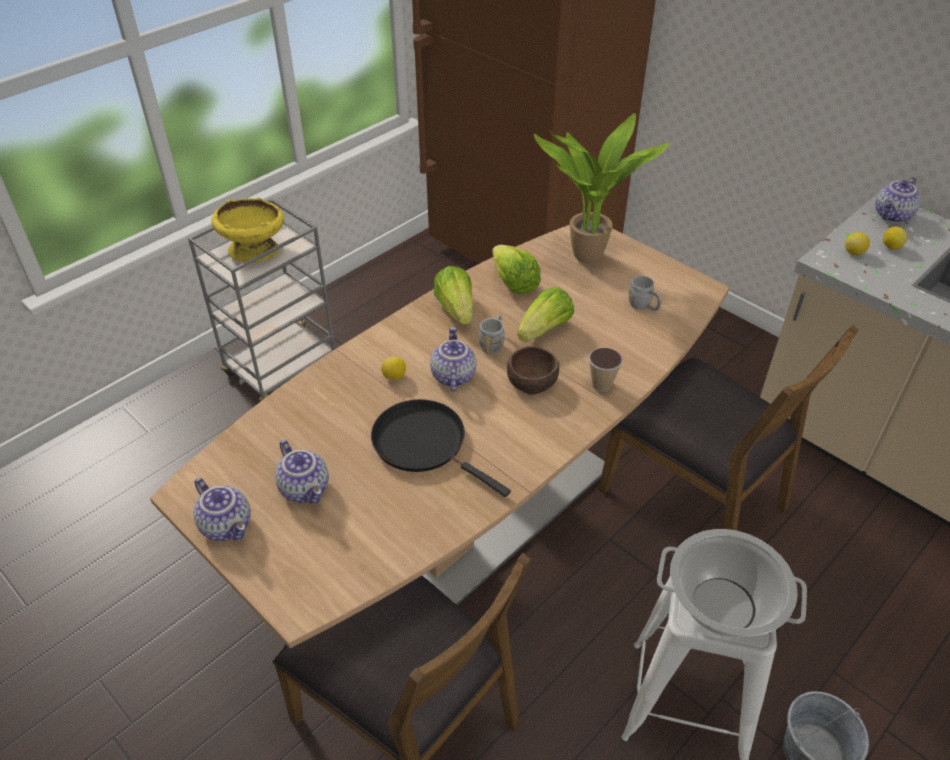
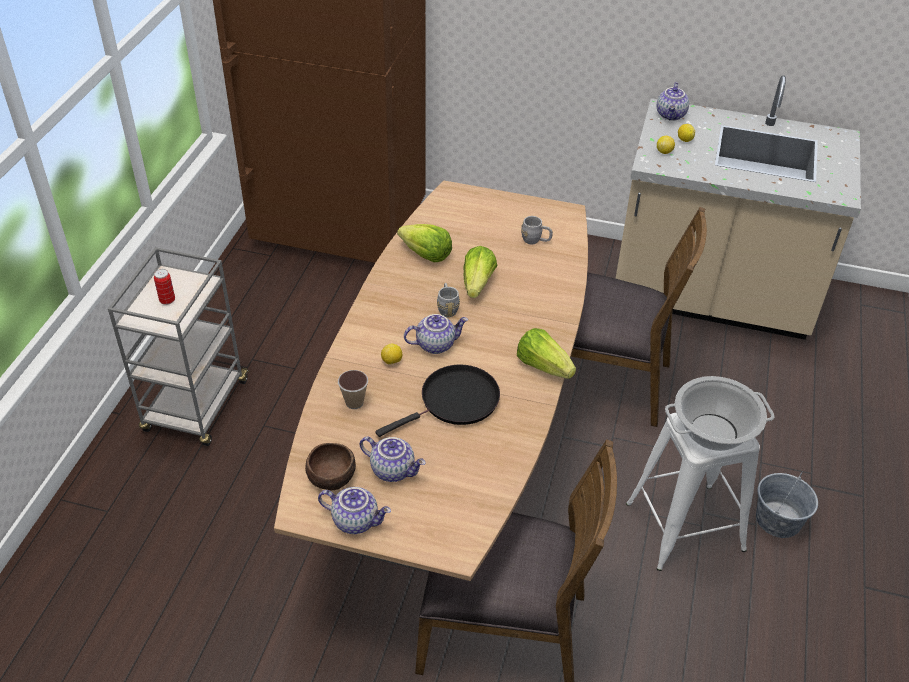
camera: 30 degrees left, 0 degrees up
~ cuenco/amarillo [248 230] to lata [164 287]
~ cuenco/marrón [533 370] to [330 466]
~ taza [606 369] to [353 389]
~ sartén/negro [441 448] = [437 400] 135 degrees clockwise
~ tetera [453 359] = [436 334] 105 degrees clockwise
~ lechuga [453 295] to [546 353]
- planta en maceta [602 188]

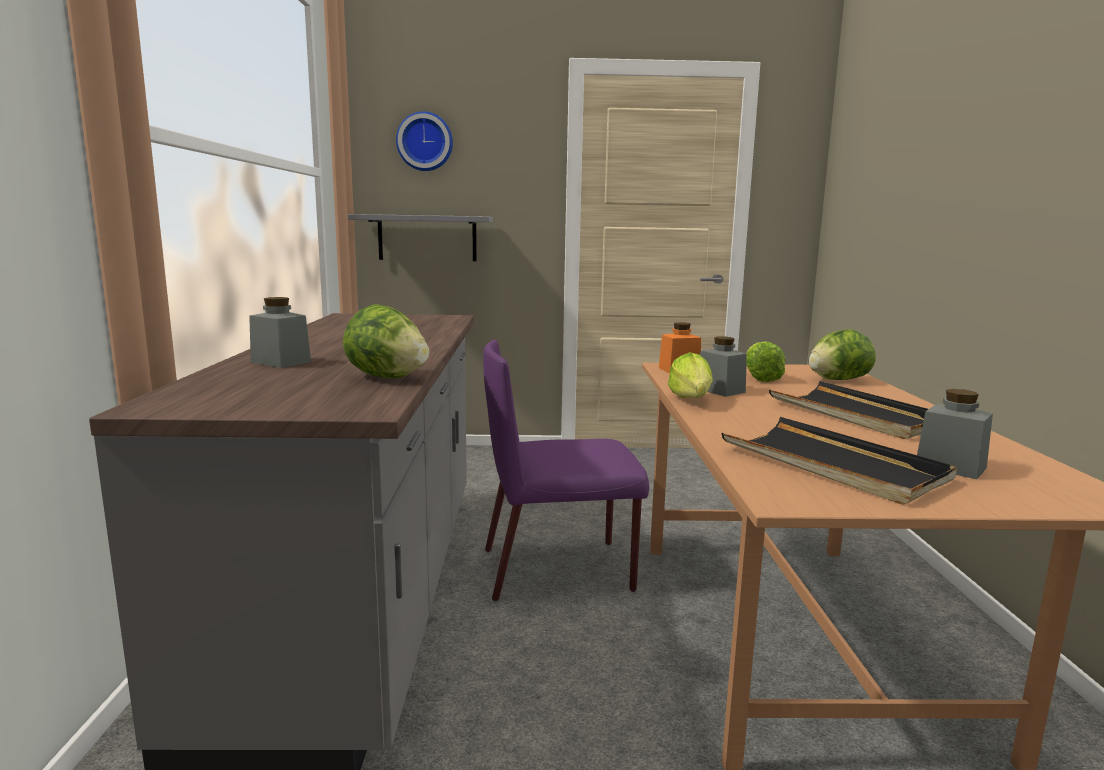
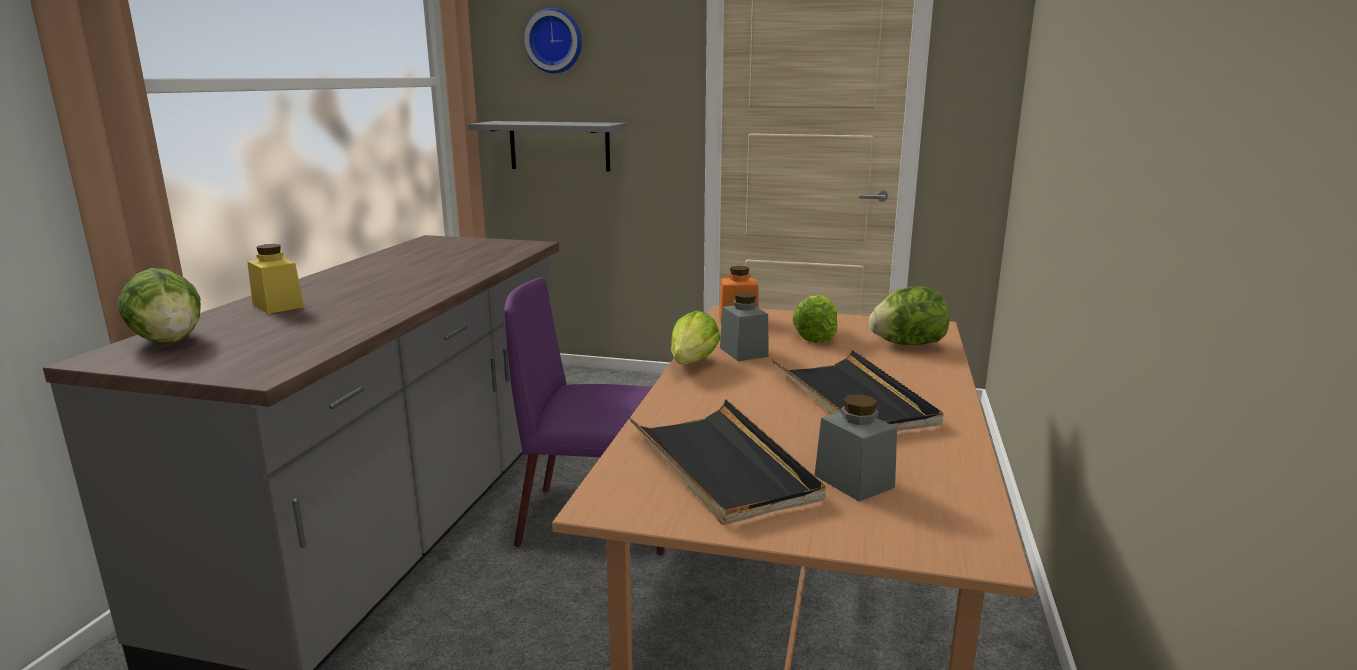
camera: 15 degrees right, 5 degrees up
~ lechuga [386 341] to [159 305]
~ tarro/gris [280 332] to tarro/amarillo [275 279]

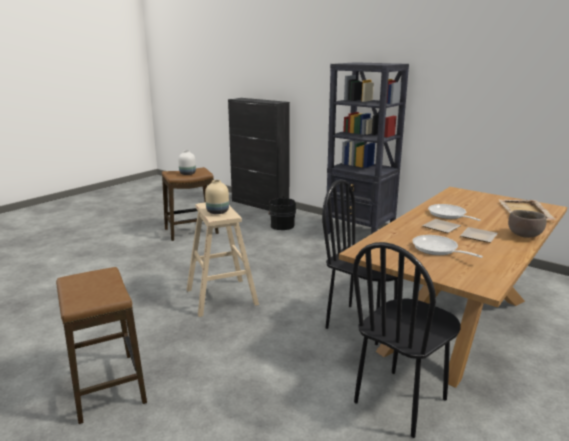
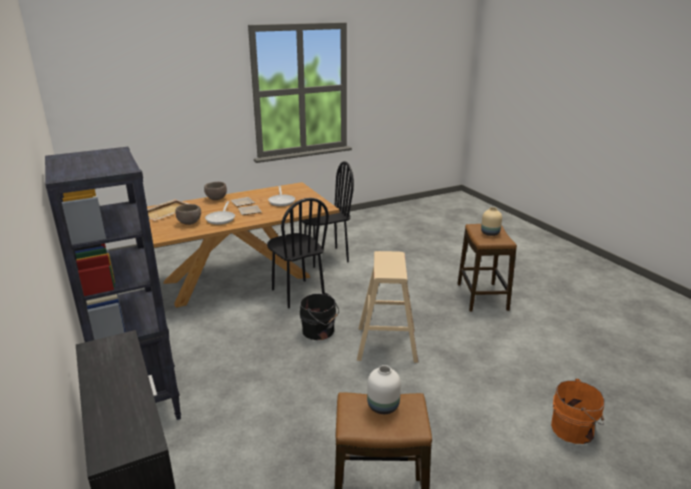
camera: 155 degrees left, 5 degrees up
+ cuenco/marrón [188 214]
~ cubo/negro [282 213] to [319 316]
~ florero/beis [217 197] to [491 221]
+ cubo/naranja [578 411]

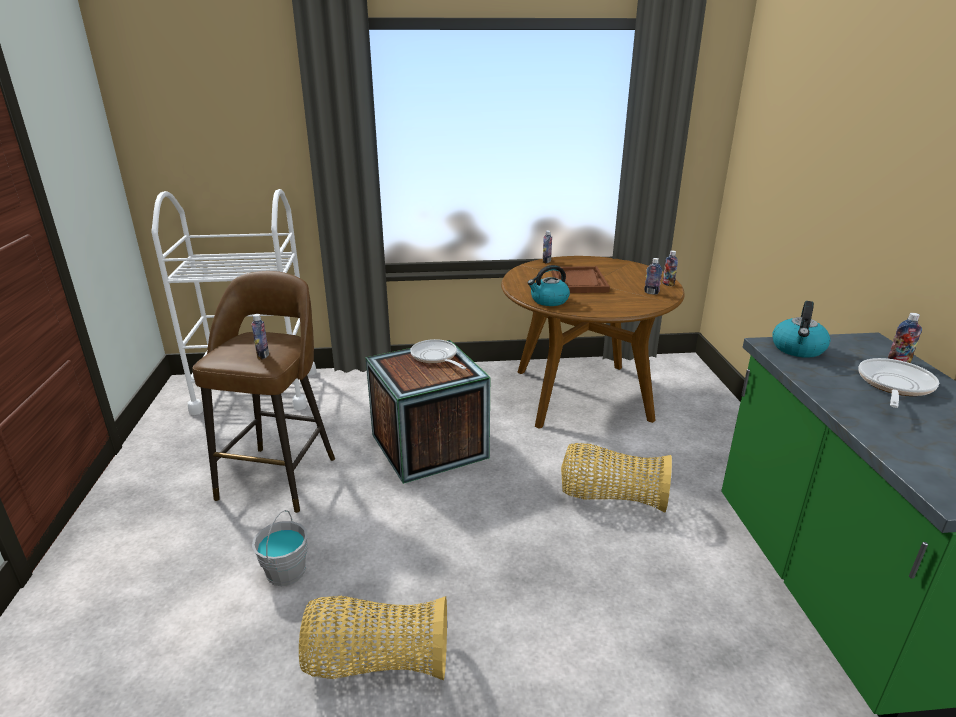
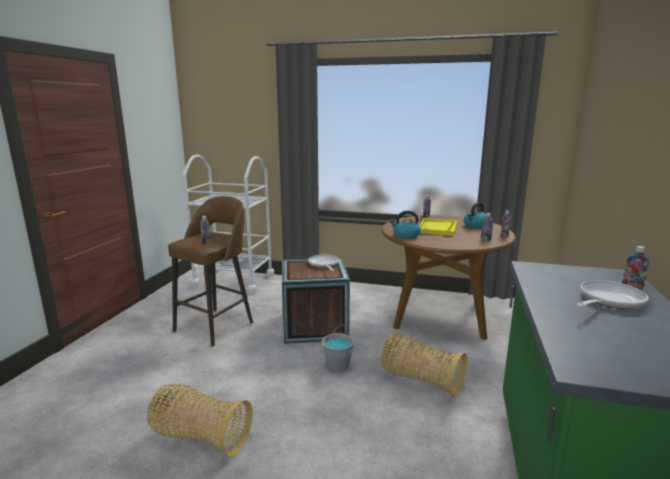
camera: 20 degrees right, 10 degrees down
~ cubo/gris [280 548] to [338 347]
~ bandeja/marrón [580 279] to bandeja/amarillo [438 227]
~ hervidor [801 329] to [475 215]

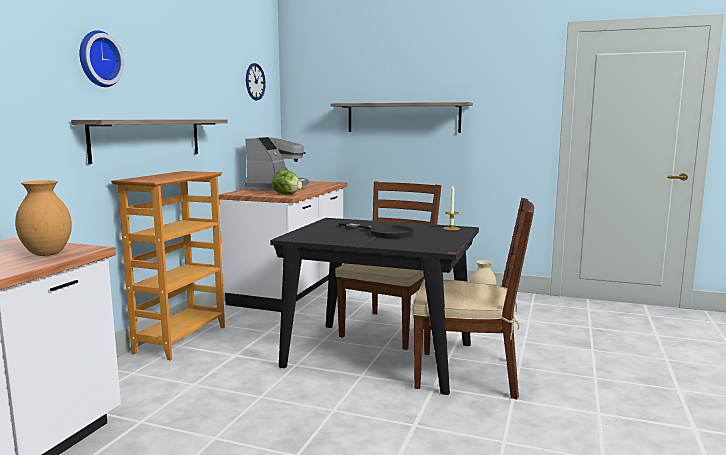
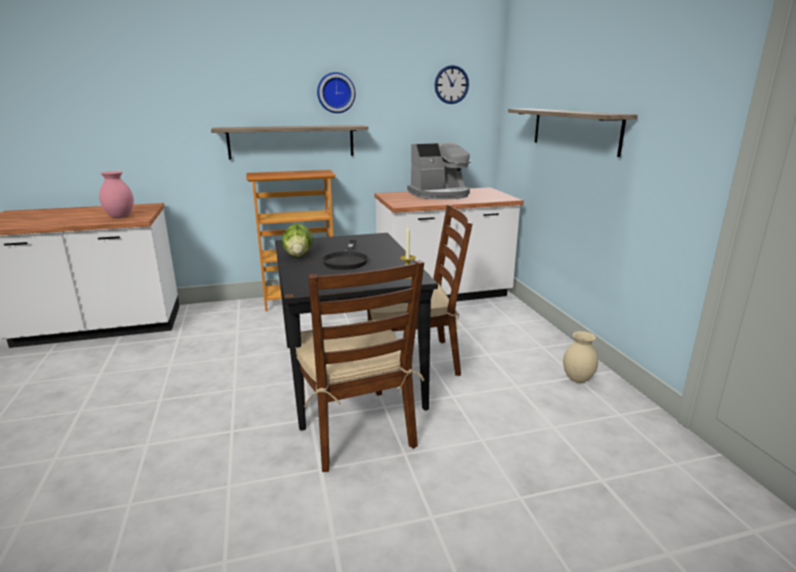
camera: 55 degrees right, 10 degrees up
~ florero/marrón [43 218] to florero/rosa [116 194]
~ lechuga [287 182] to [297 240]
~ reloj de pared [102 58] to [336 92]

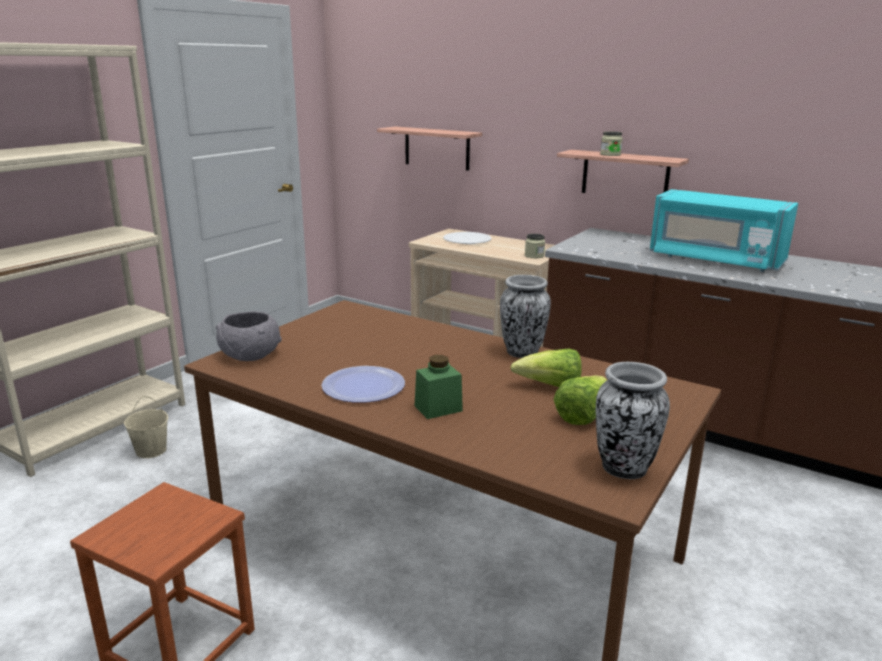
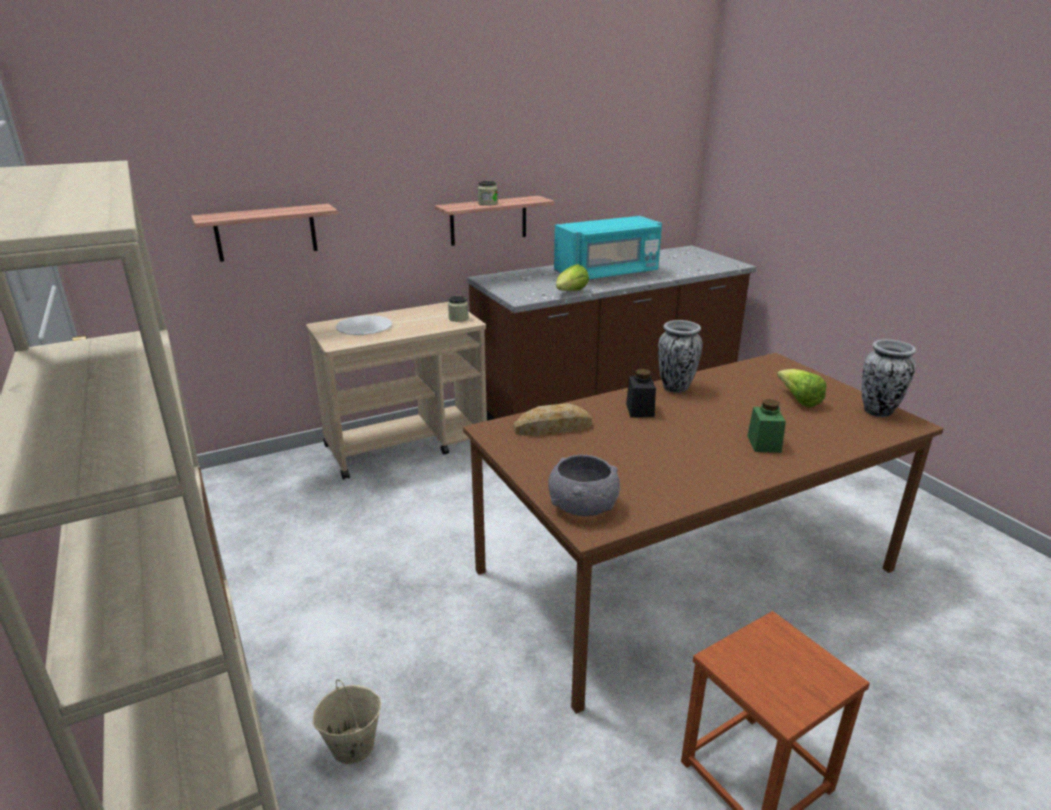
camera: 60 degrees left, 5 degrees up
+ pan [553 419]
~ lechuga [546 368] to [572 277]
+ tarro/negro [641 393]
- plato [363 384]

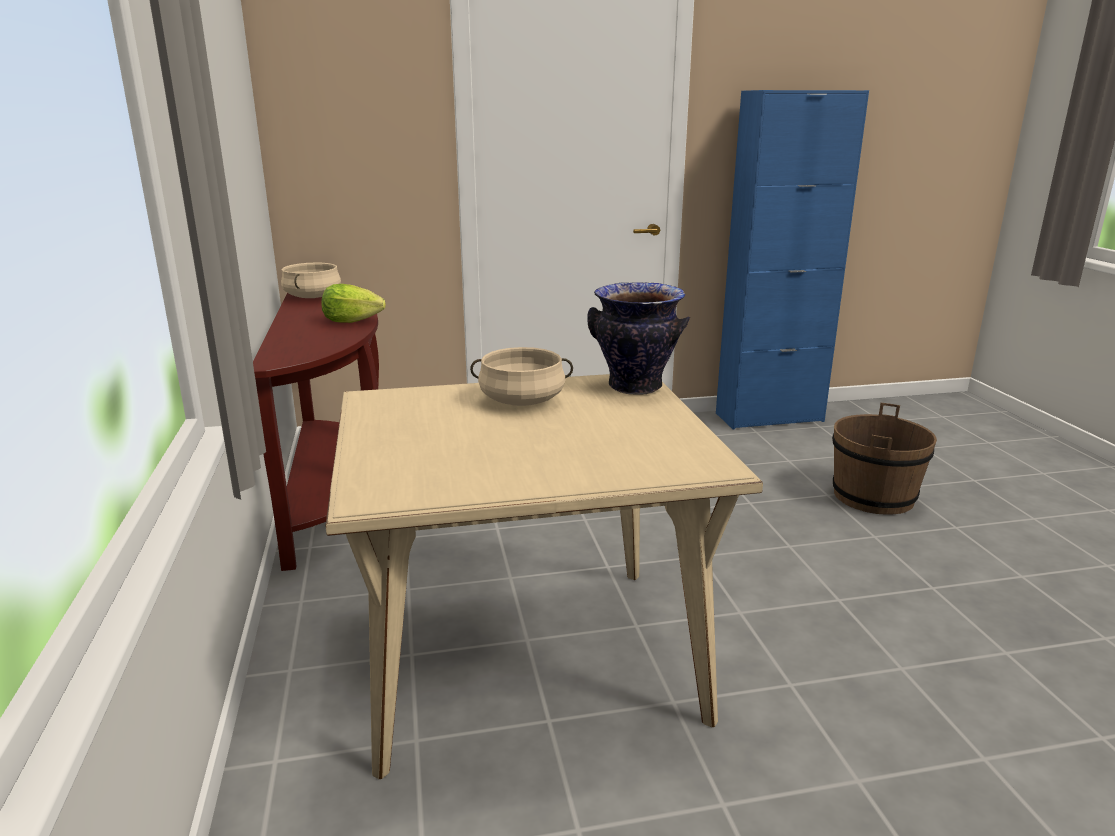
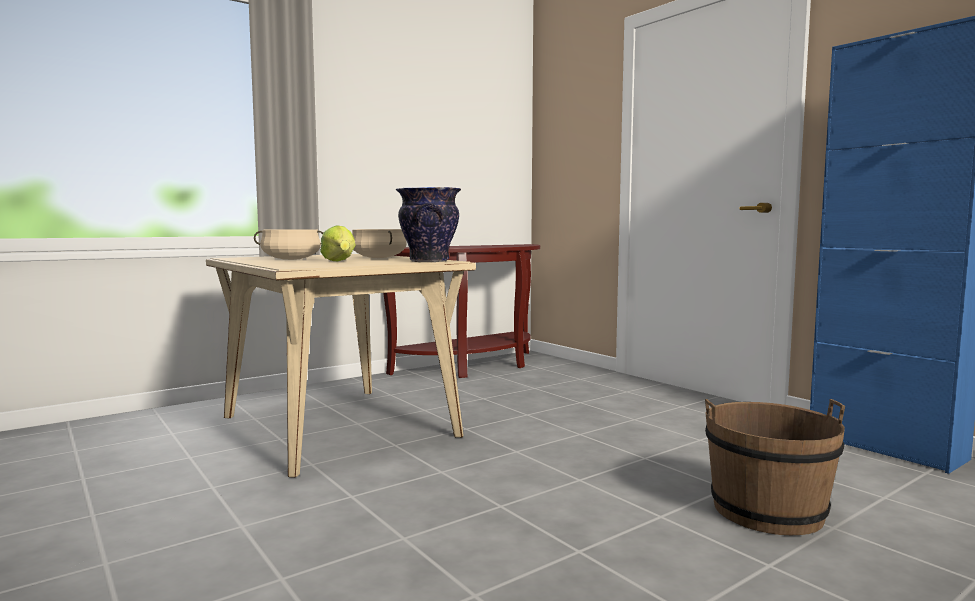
camera: 65 degrees right, 15 degrees down
~ olla/beis [311 280] to [288 244]
~ lechuga [353 303] to [338 243]

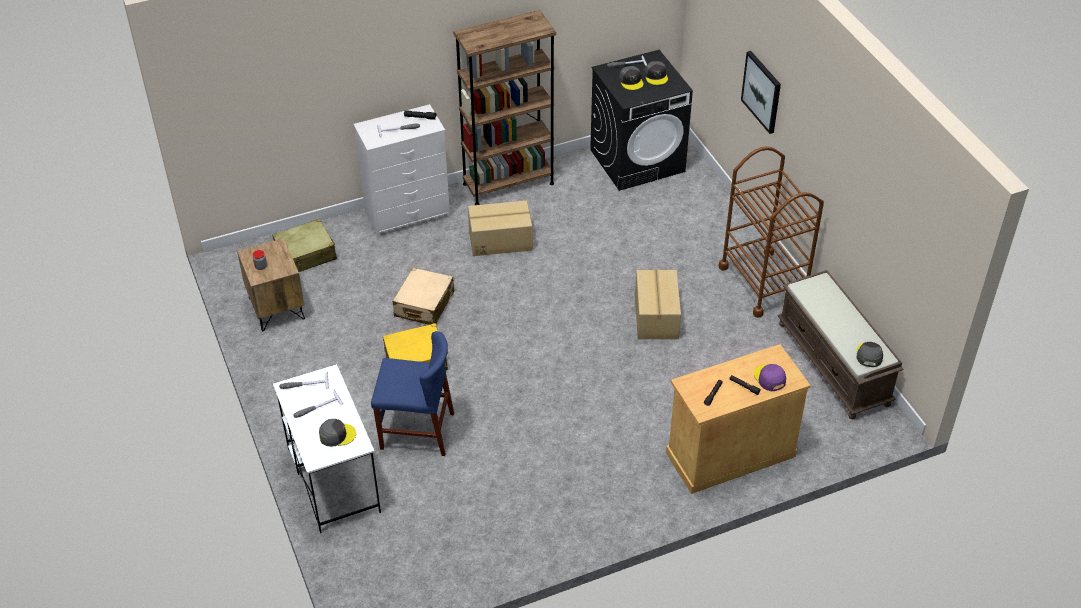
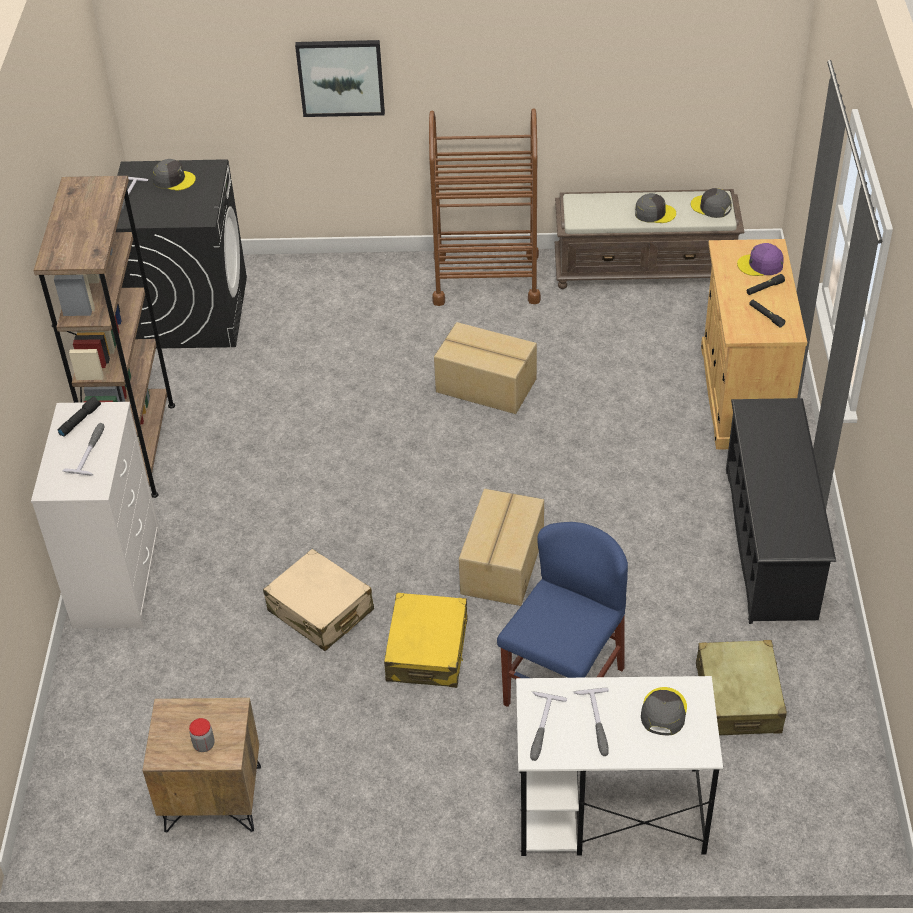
camera: 65 degrees left, 0 degrees up
~ caja de cartón [500 228] to [501 547]
~ gorra/gris [631 78] to [655 208]
~ maleta/beis [304 245] to [741 687]
+ zapatero/negro [781 511]

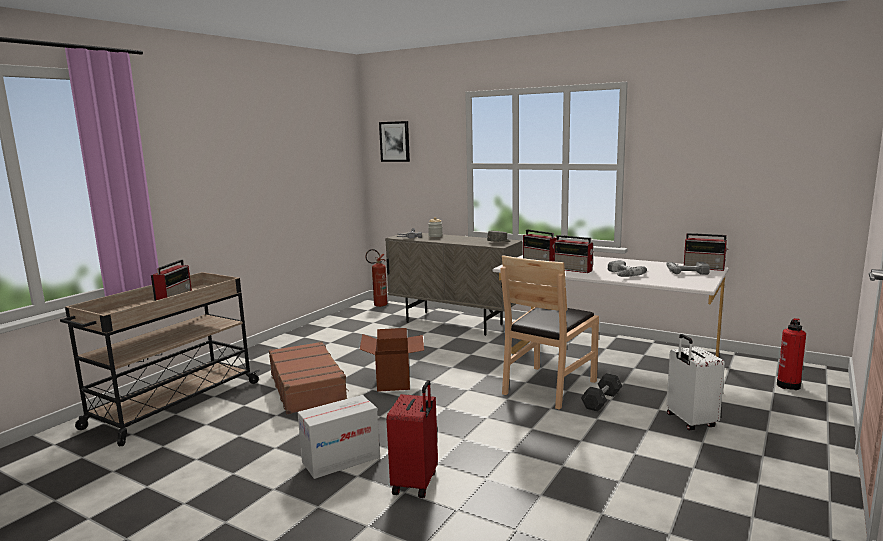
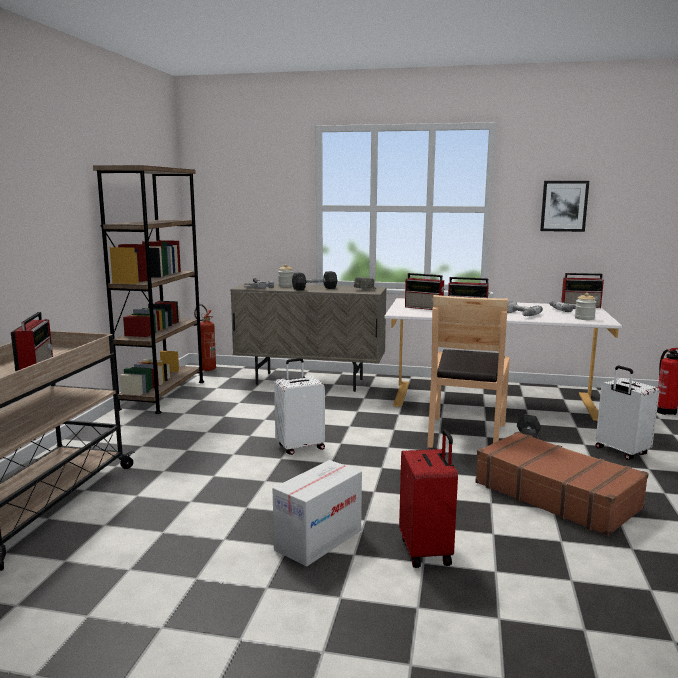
camera: 20 degrees left, 0 degrees up
+ estantería/marrón [148 289]
~ caja de cartón [392 360] to maleta/blanco [299 406]
+ mancuerna/gris [314 281]
~ maleta/marrón [309 377] to [562 484]
~ cuadro [394 141] to [564 206]
+ tarro [585 306]

